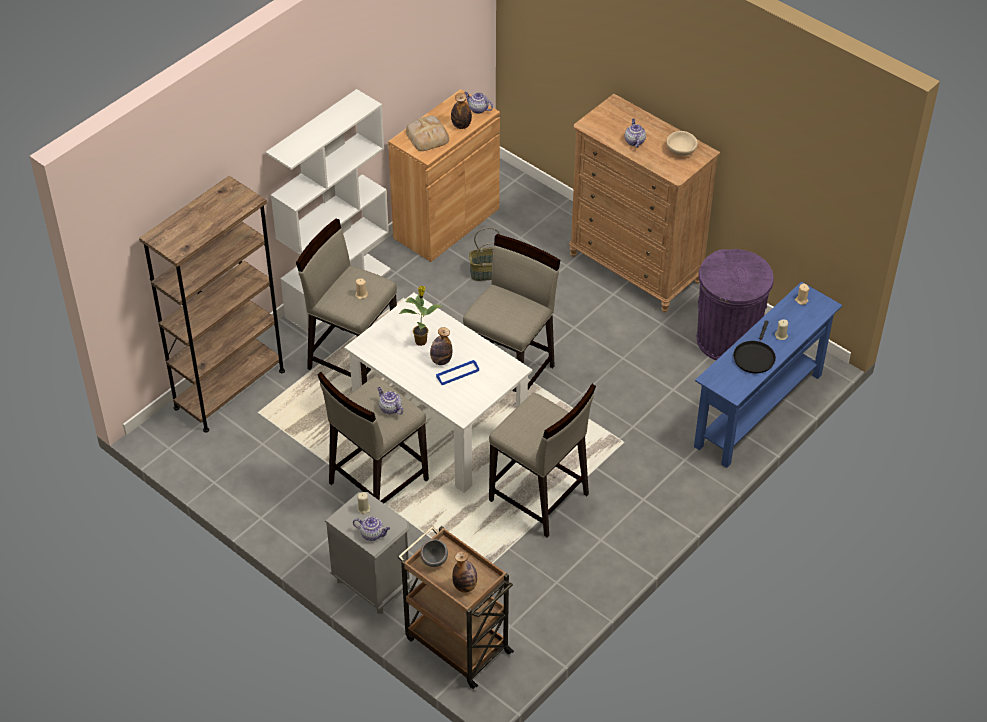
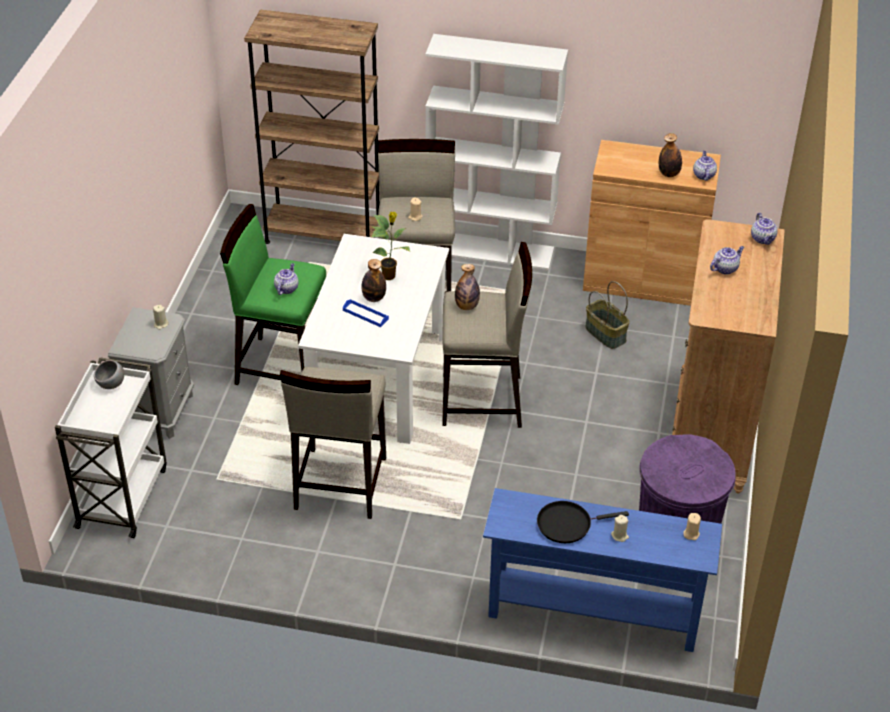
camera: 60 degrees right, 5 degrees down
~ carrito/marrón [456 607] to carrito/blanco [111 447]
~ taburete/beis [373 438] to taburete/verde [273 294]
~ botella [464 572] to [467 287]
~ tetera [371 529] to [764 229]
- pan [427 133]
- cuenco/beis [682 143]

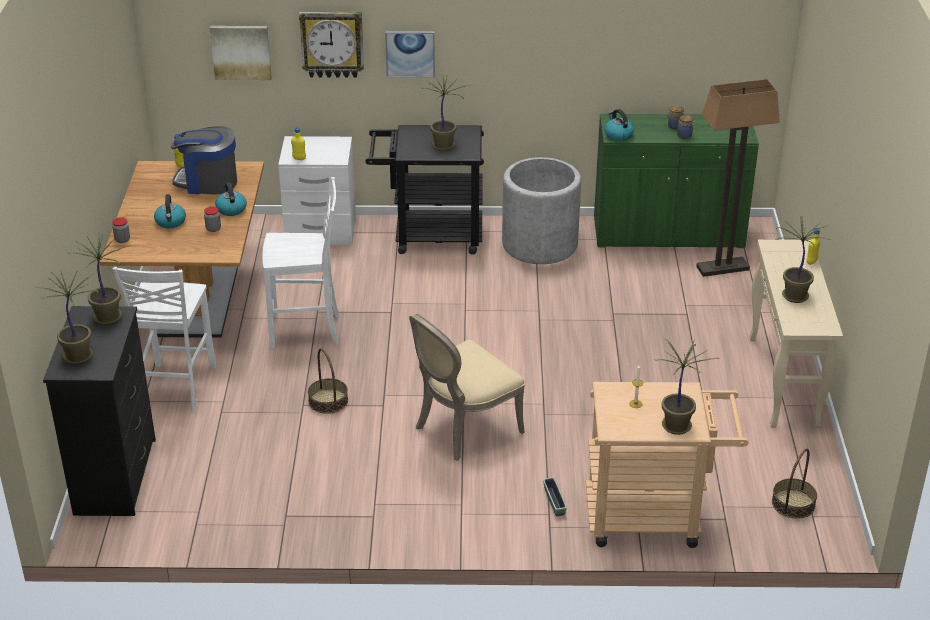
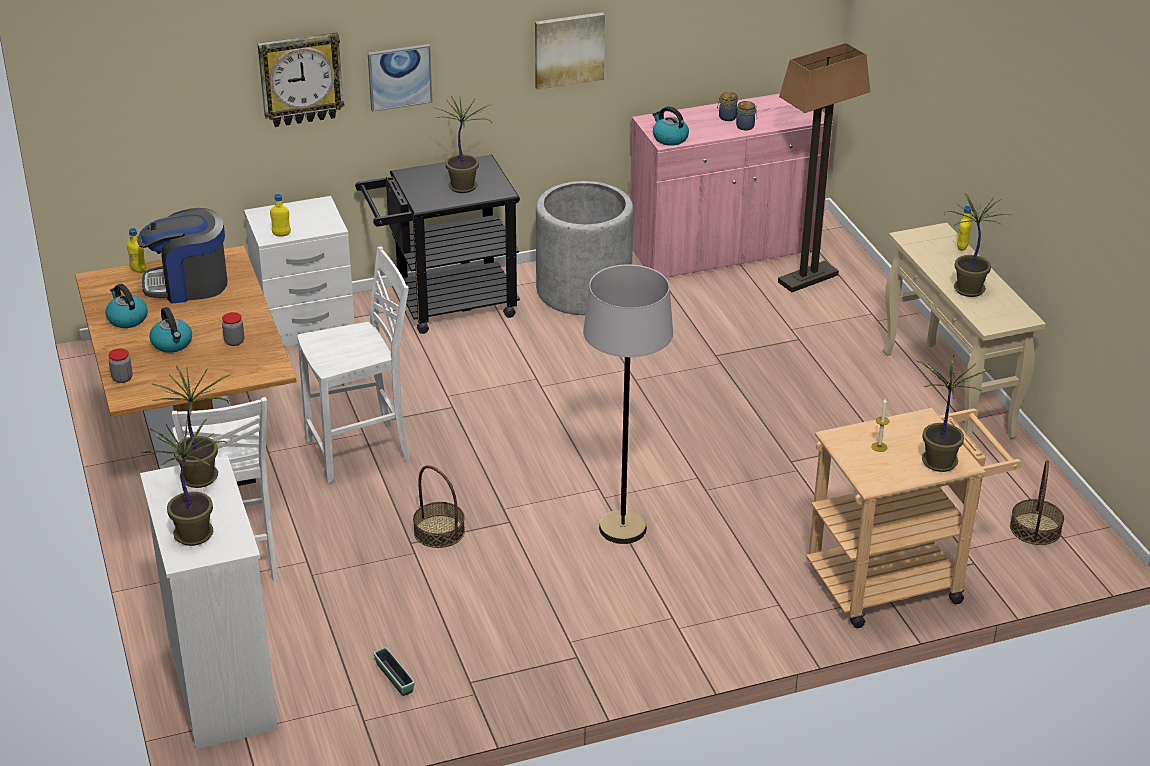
camera: 20 degrees left, 0 degrees up
~ hervidor [231 199] to [126 306]
~ cómoda/negro [99 411] to cómoda/blanco [209 602]
~ maceta [555 497] to [394 671]
~ cuadro [241 53] to [570 51]
~ silla/beis [467 387] to lámpara de pie/gris [628 404]
~ armario/verde [676 181] to armario/rosa [731 186]

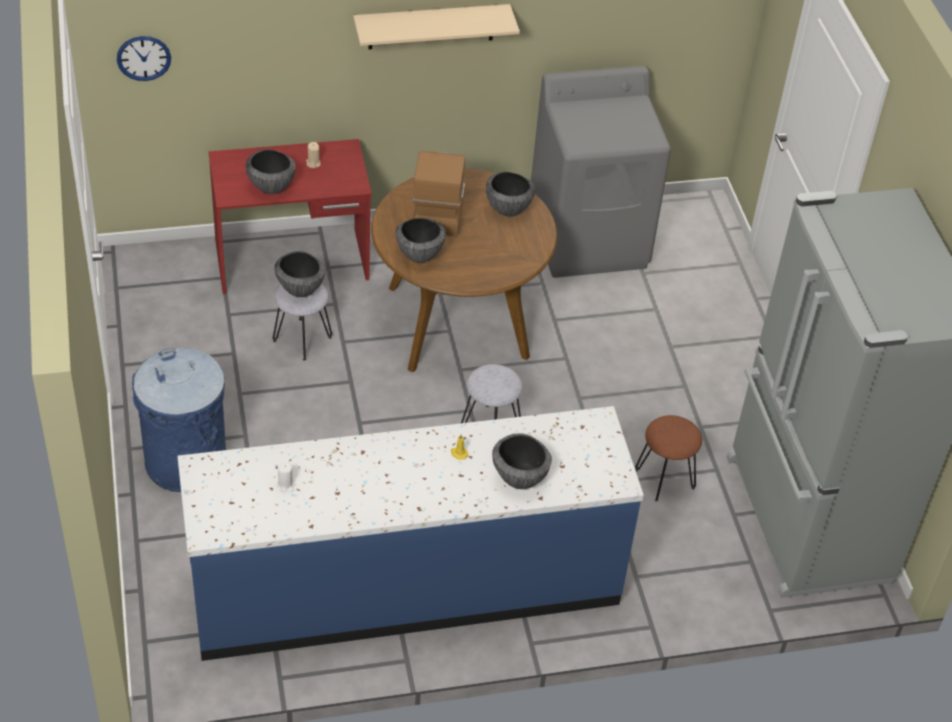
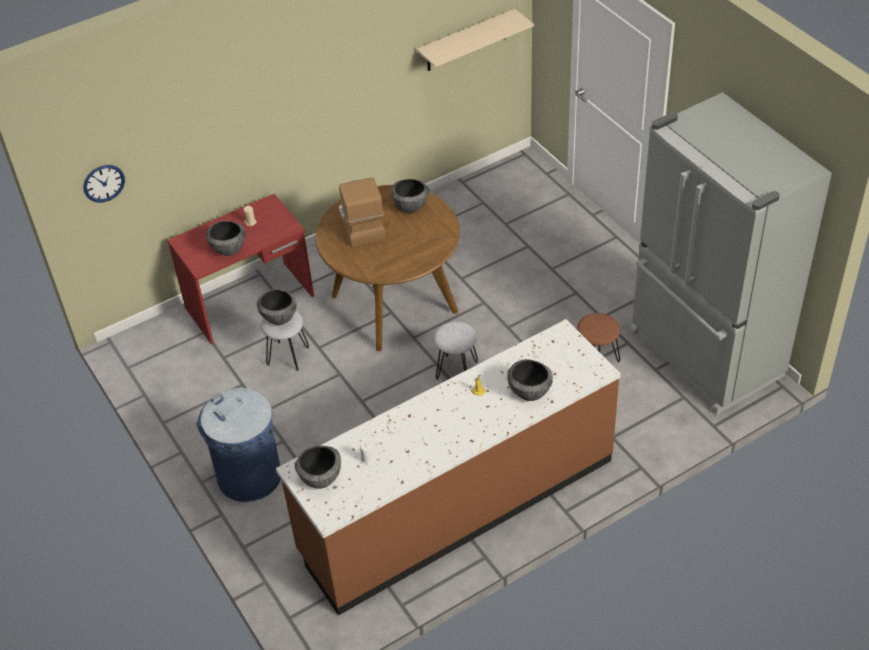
camera: 15 degrees left, 0 degrees up
~ mueble bajo de cocina/azul [410 533] to mueble bajo de cocina/marrón [448 467]
~ cuenco [421 240] to [318 467]
~ estante/beis [436 26] to [475 40]
- lavadora/gris [601 172]

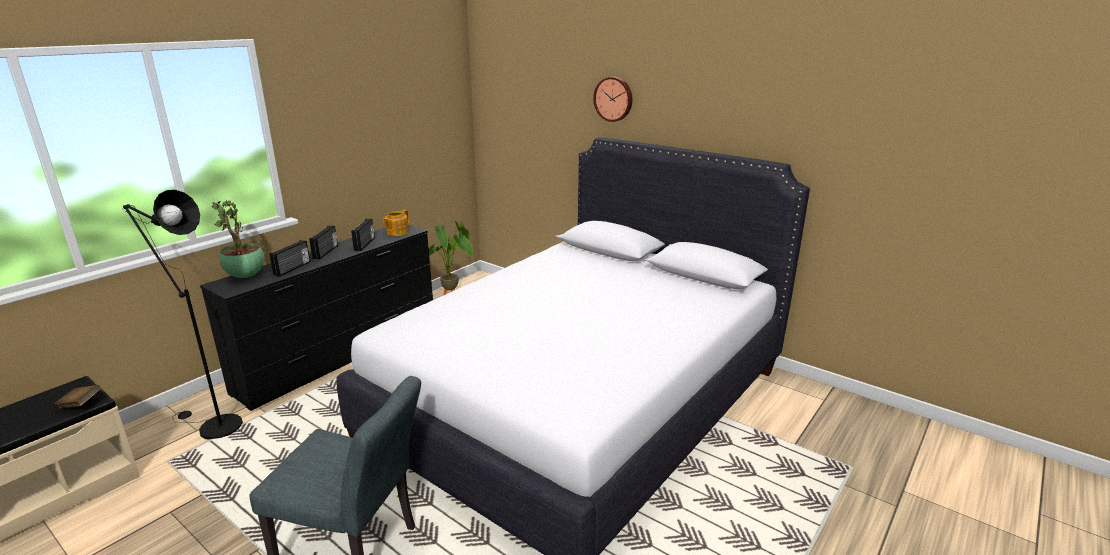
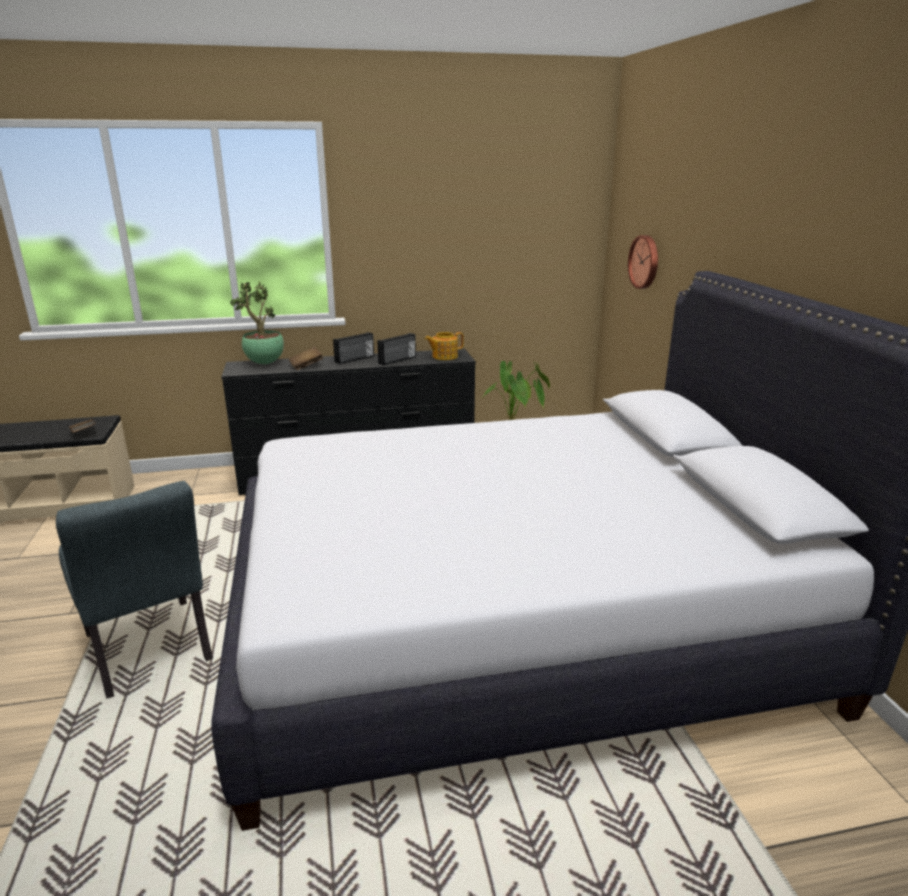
camera: 40 degrees right, 0 degrees up
~ radio [290 258] to libro/marrón [306 358]
~ reloj de pared [612 99] to [643 262]
- lámpara de pie/negro [183 315]

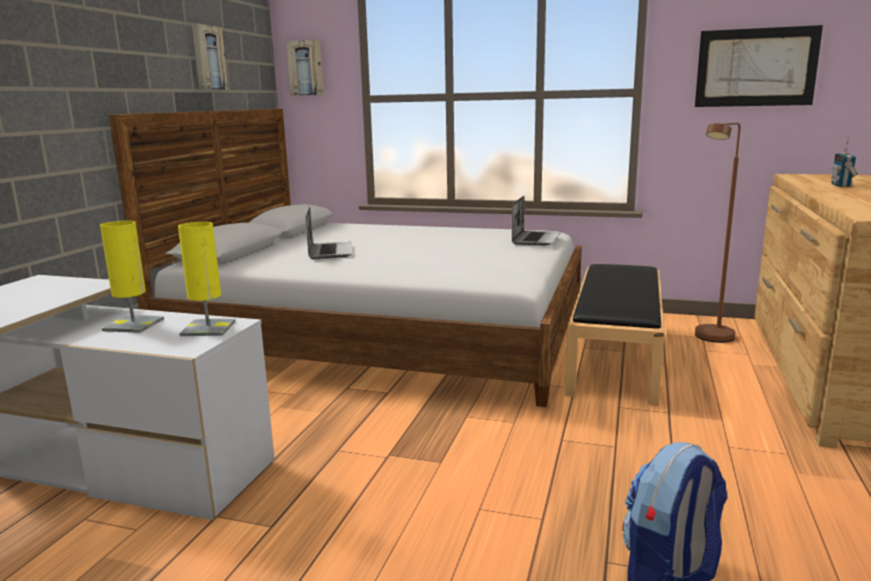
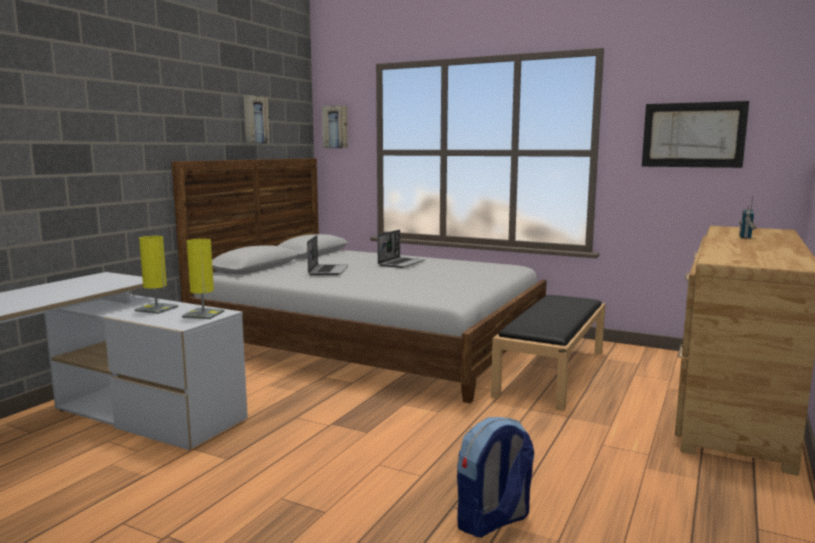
camera: 10 degrees right, 5 degrees down
~ portátil [536 221] to [401 249]
- lámpara de pie/marrón [717 232]

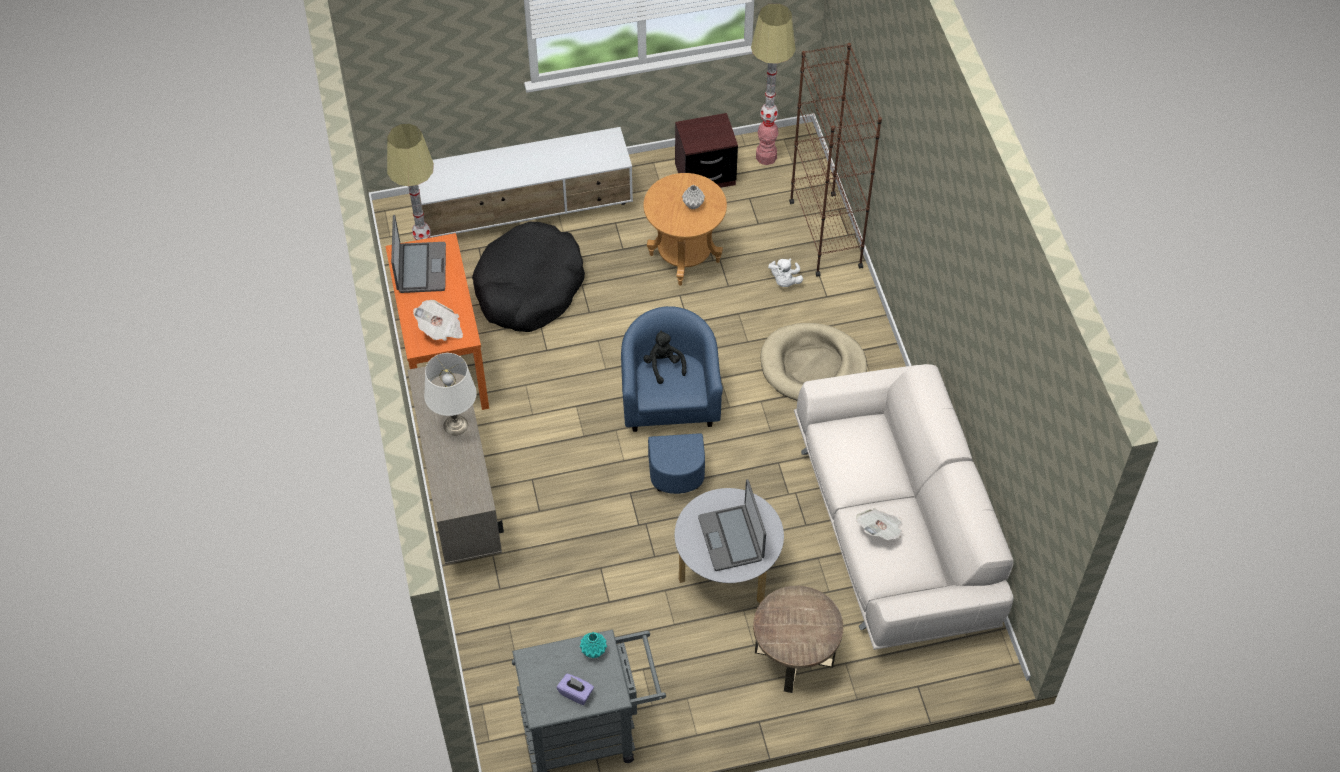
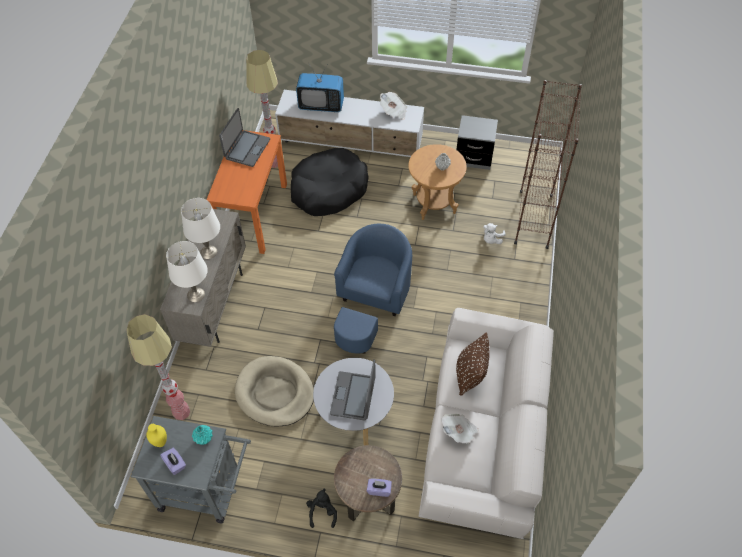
camera: 25 degrees right, 0 degrees up
~ lámpara de pie [773 84] to [158 367]
+ florero/amarillo [156 435]
+ lámpara de mesa/blanco [187 271]
~ cama para perro/beis [813 361] to [274 391]
+ televisor [320 87]
~ peluche/negro [664 357] to [321 508]
+ caja de pañuelos/morado [379 487]
~ periódico [438 320] to [393 106]
+ cojín/marrón [473 364]
~ mesita de noche/marrón [706 150] to mesita de noche/gris [477 142]

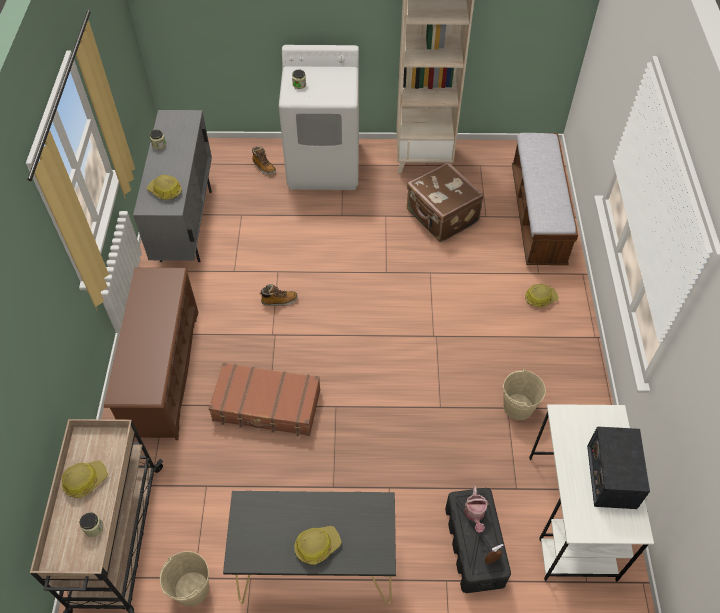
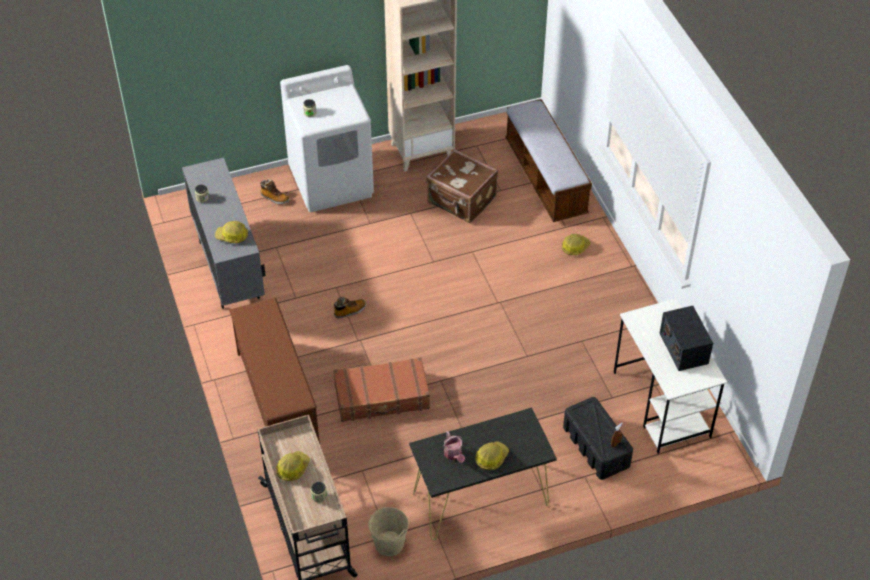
camera: 20 degrees left, 5 degrees down
~ regadera [476 509] to [454 447]
- cubo/beis [524 394]

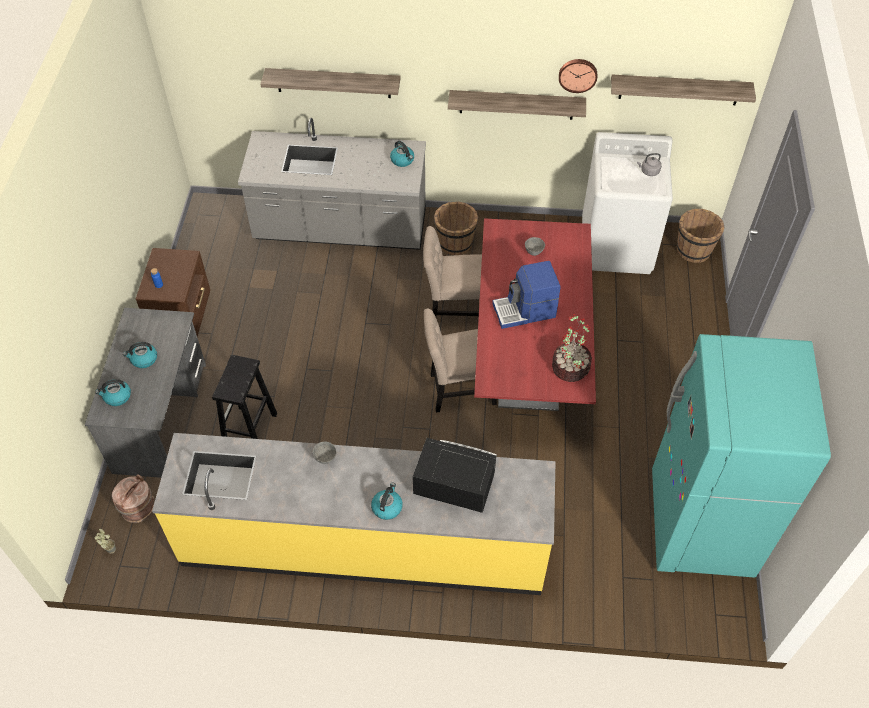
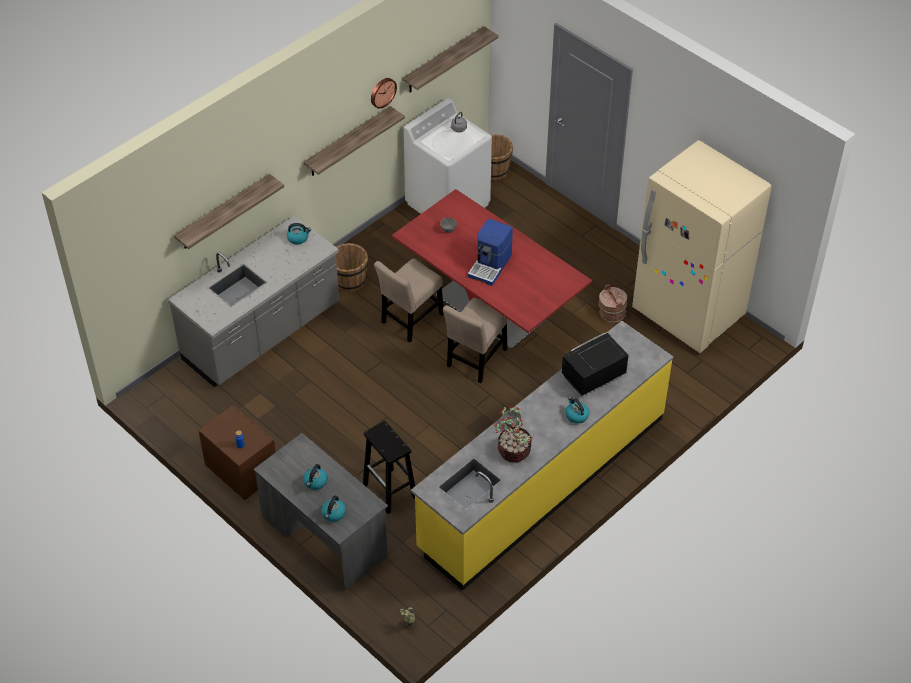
camera: 50 degrees left, 5 degrees down
~ planta en maceta [572 348] to [513 433]
~ cubo/marrón [133 498] to [612 303]
~ nevera/turquesa [741 456] to nevera/beis [702 246]

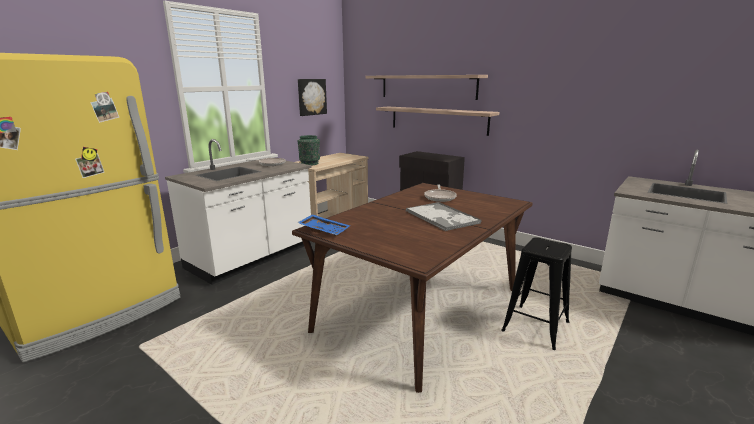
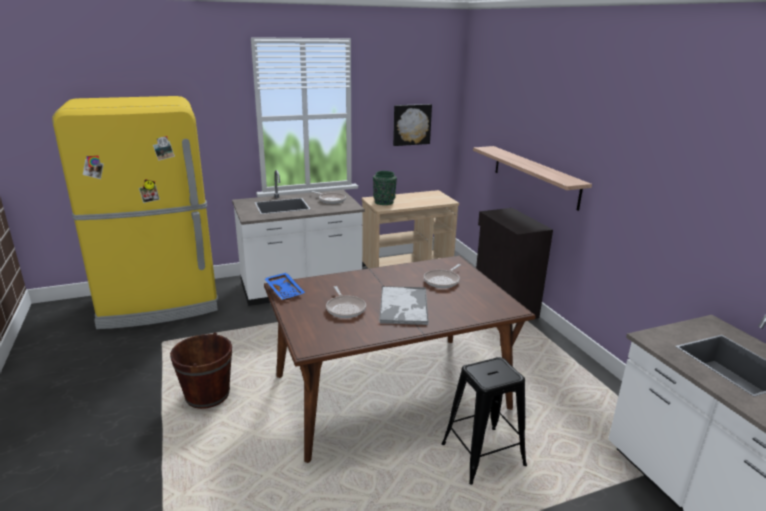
camera: 30 degrees right, 5 degrees up
+ cubo/marrón [201 370]
+ sartén [346 302]
- estante [427 87]

